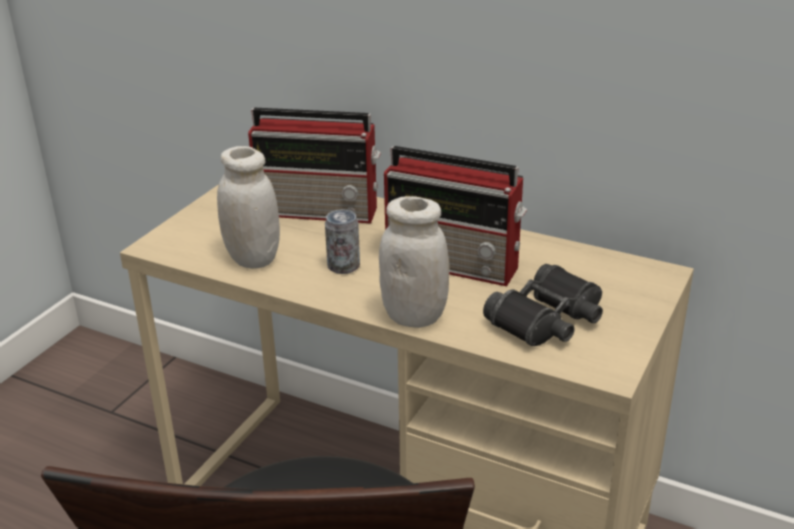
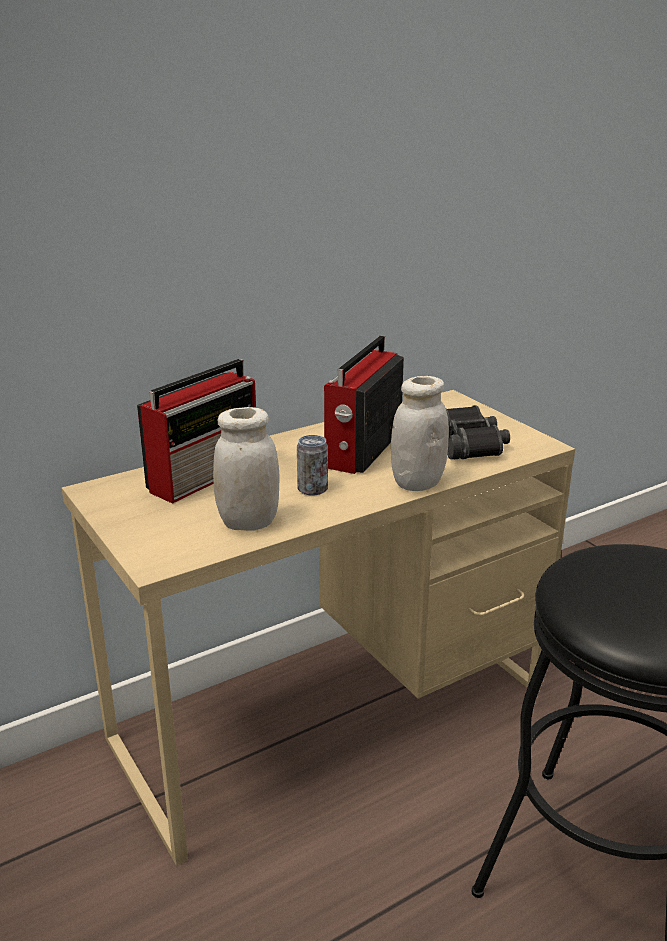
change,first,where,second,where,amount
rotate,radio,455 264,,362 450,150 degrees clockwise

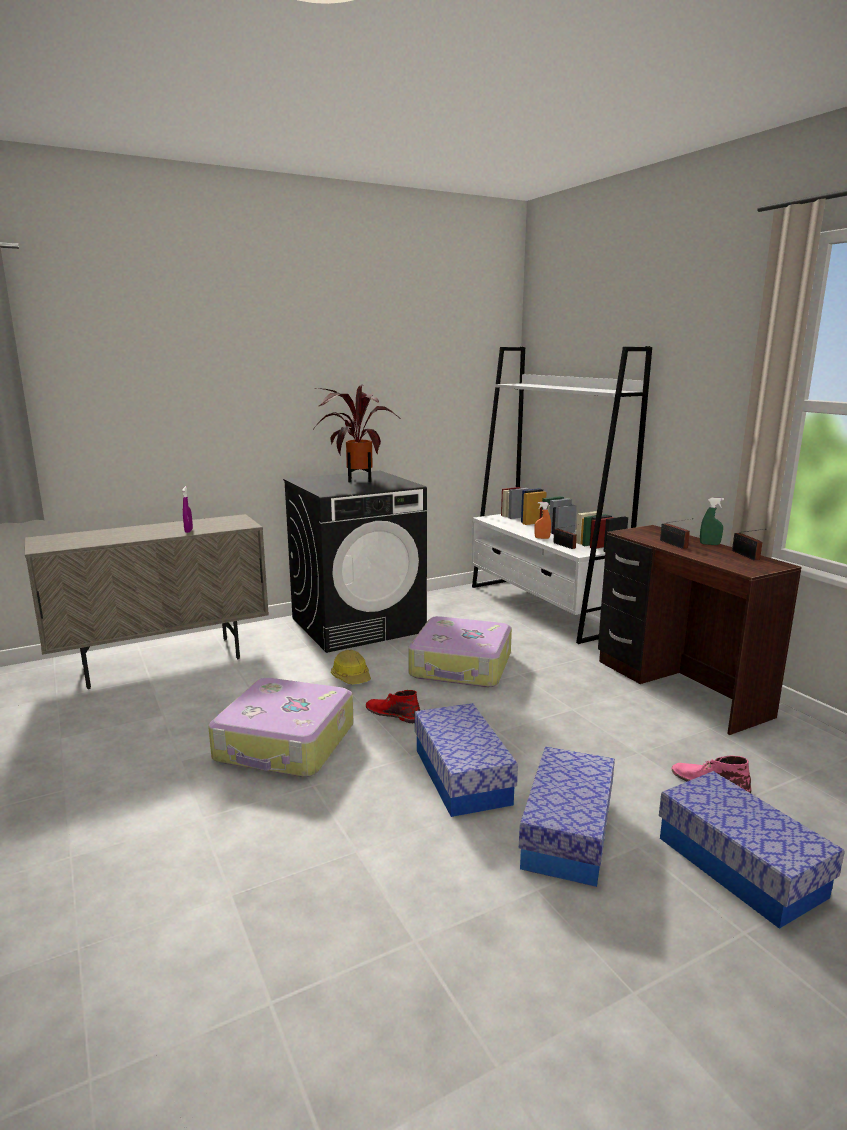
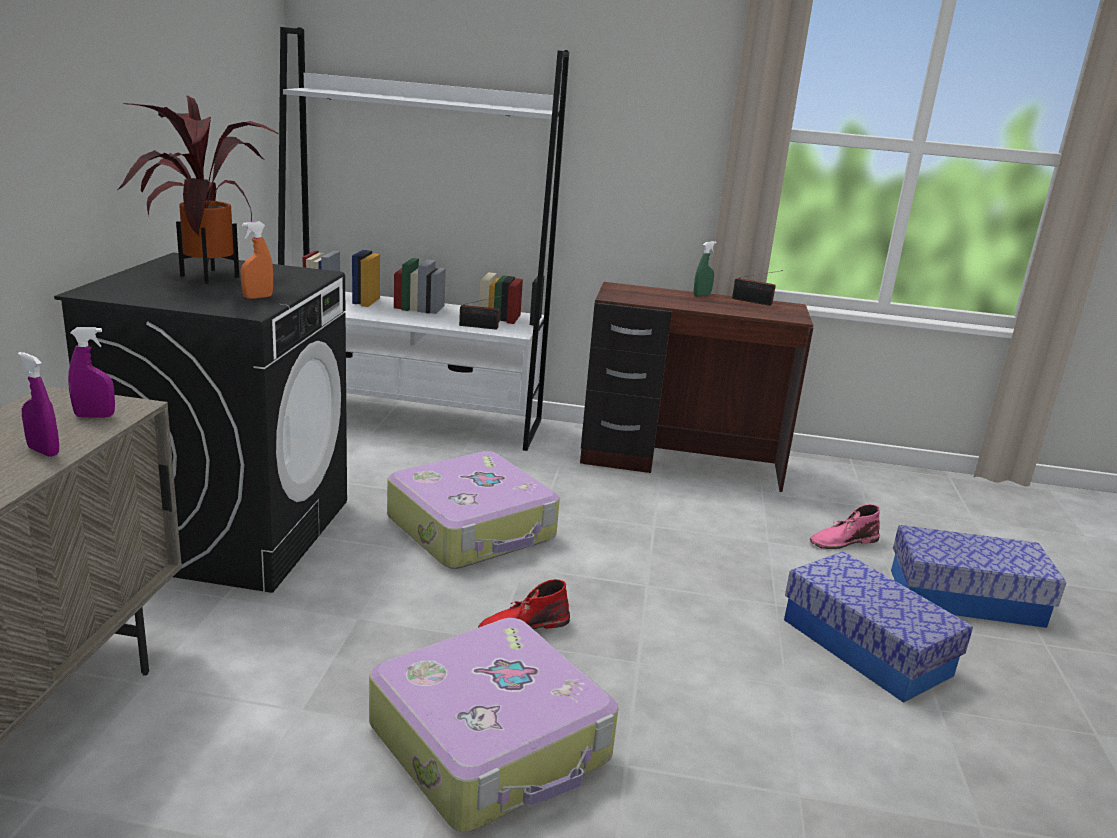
change,first,where,second,where,amount
delete,casco,352 677,,,
delete,caja de almacenaje,462 776,,,
move,pulverizador [naranja],542 538,,258 297,
delete,radio,674 544,,,
insert,,,pulverizador [morado],94 416,

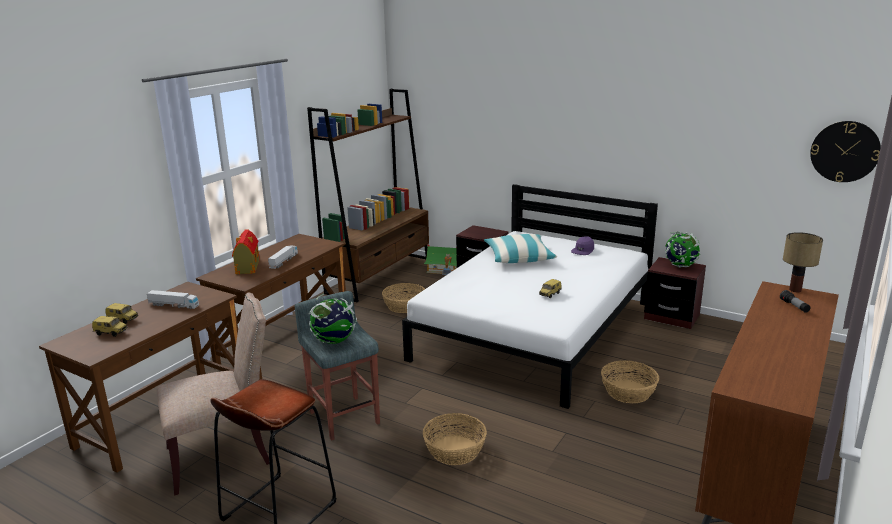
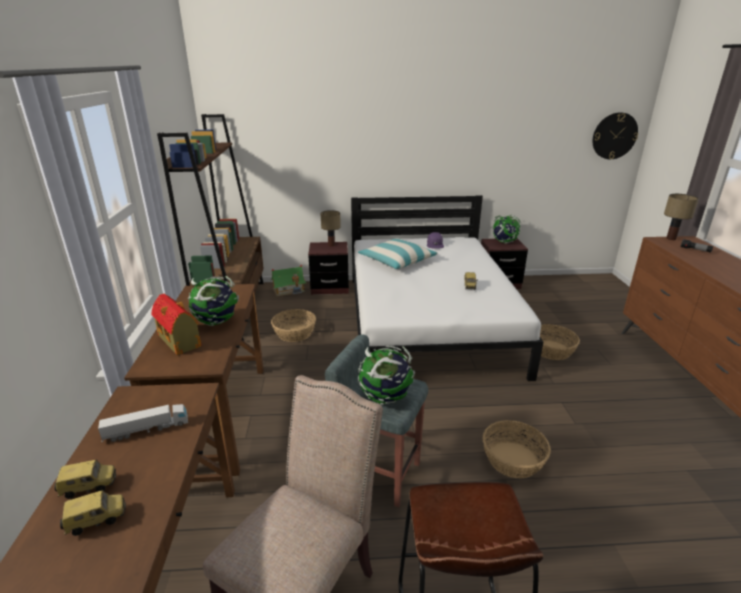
change,first,where,second,where,amount
replace,camión de juguete,283 261,globo terráqueo,217 322,
insert,,,lámpara de mesa,331 245,

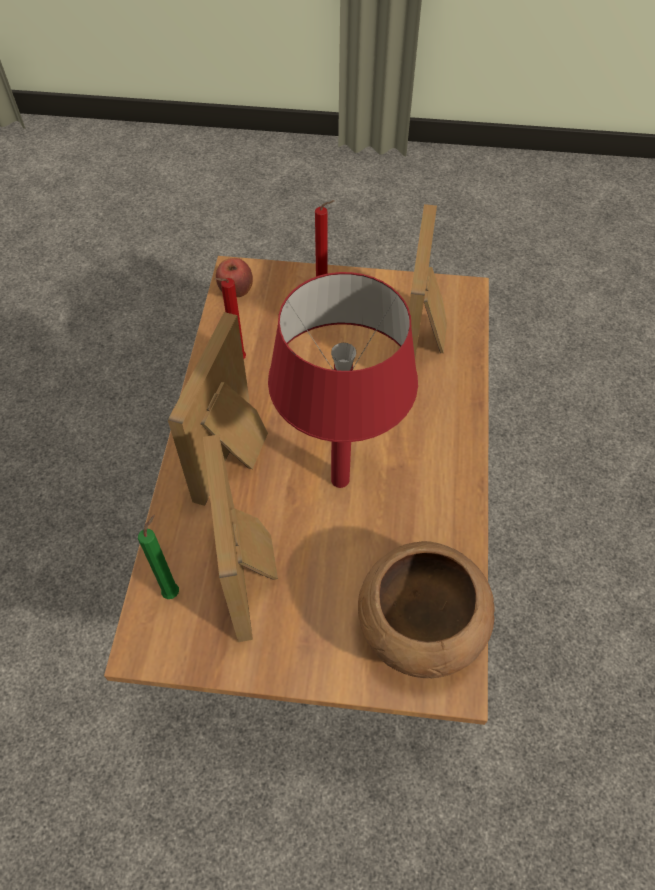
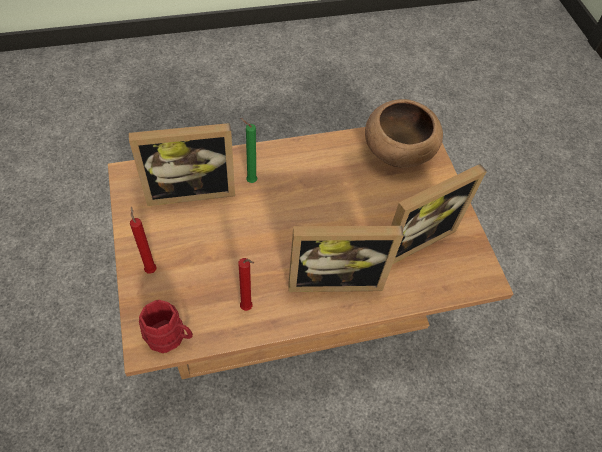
change,first,where,second,where,amount
move,vela [verde],173 591,,250 180,
replace,manzana,236 292,taza grande [rojo],170 337,
delete,lámpara de mesa [rojo],340 479,,,

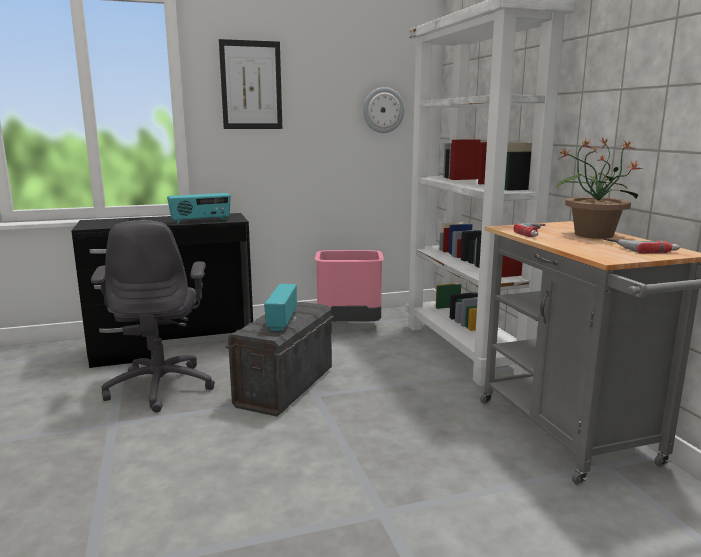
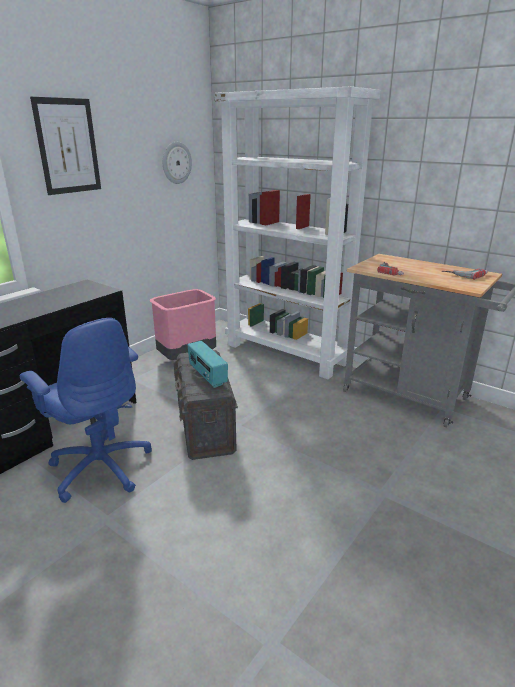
change,first,where,second,where,amount
recolor,silla de oficina [gris],161 386,silla de oficina [azul],101 467,
delete,radio,201 221,,,
delete,planta en maceta,592 235,,,

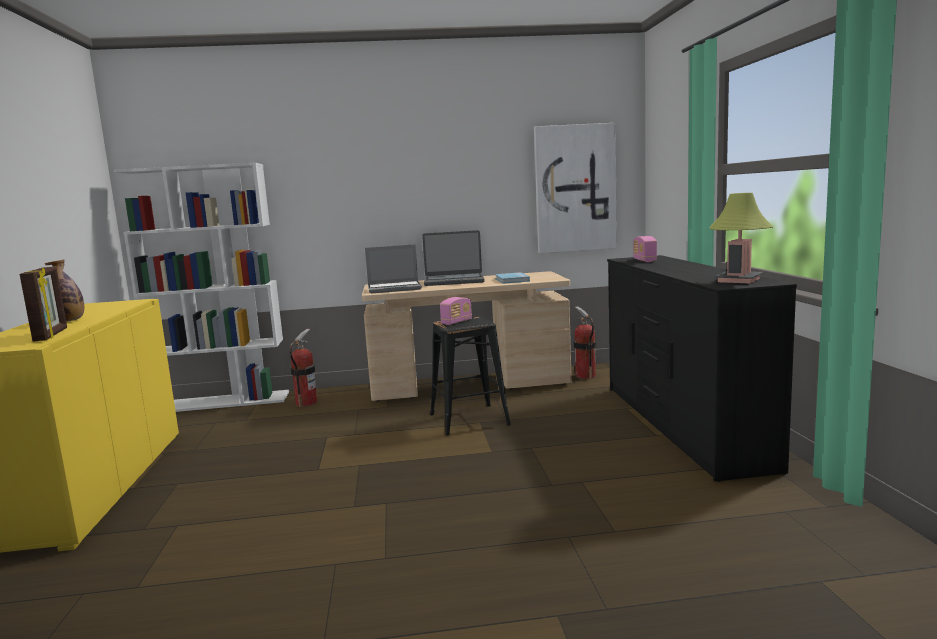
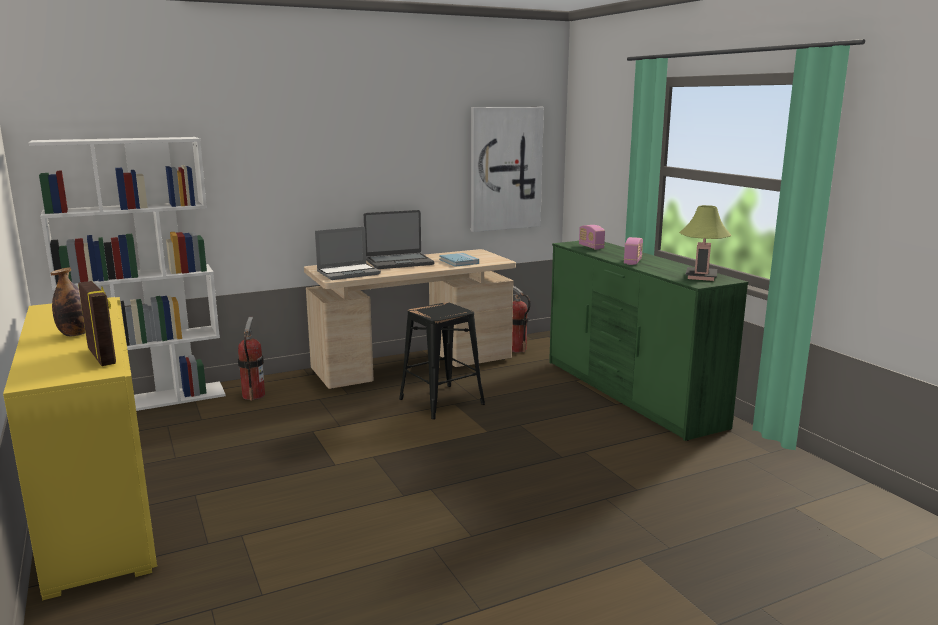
change,first,where,second,where,amount
move,radio,456 322,,632 262,
recolor,cómoda [negro],681 425,cómoda [verde],629 393,

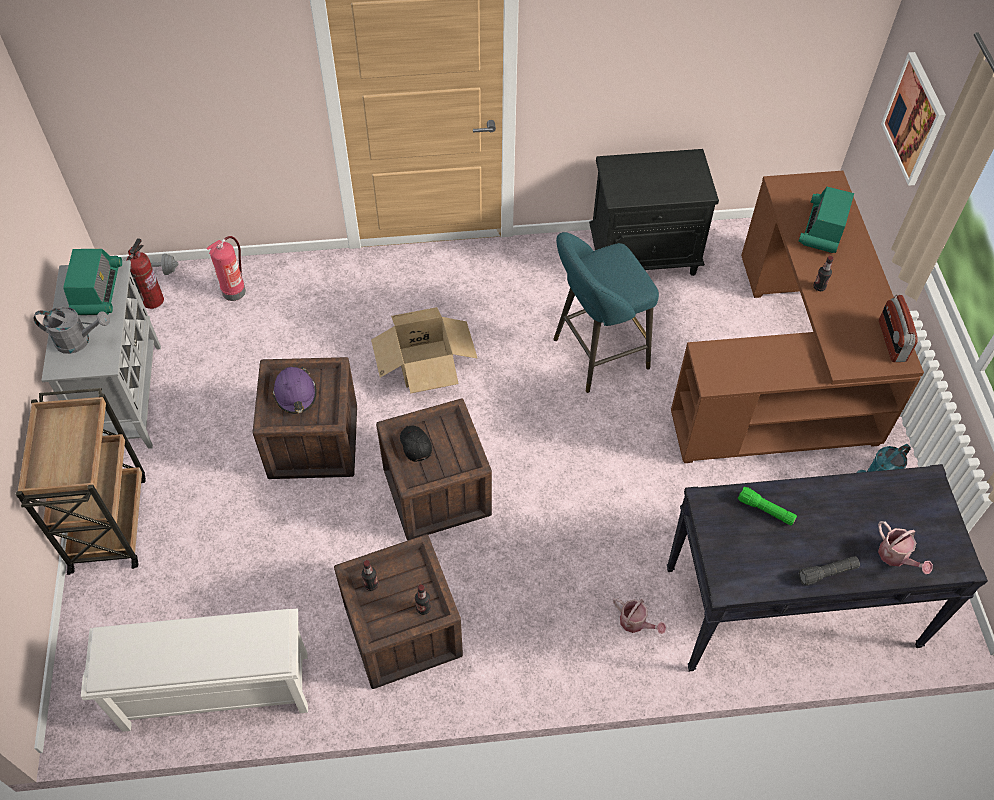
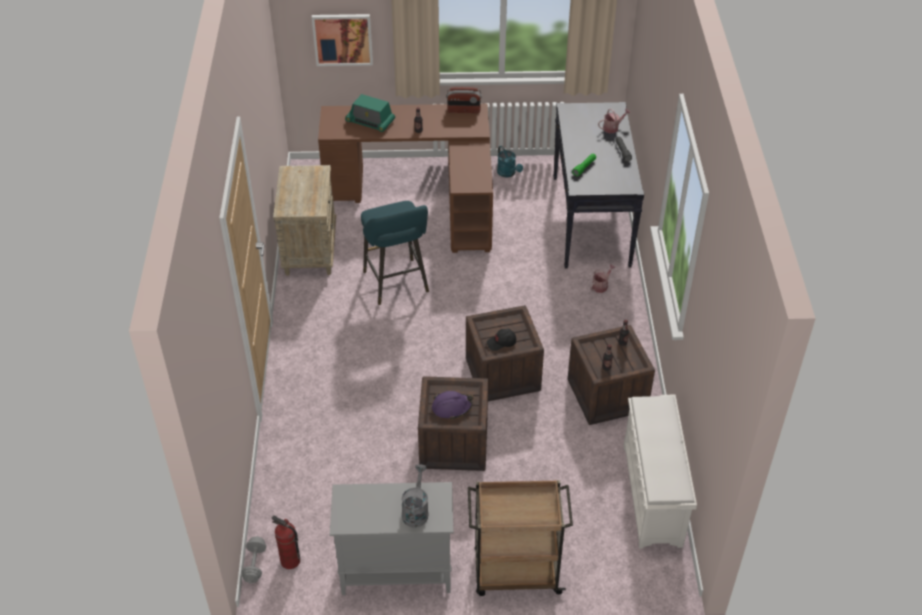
change,first,where,second,where,amount
delete,radio,97 290,,,
delete,extintor,234 290,,,
delete,caja de cartón,424 363,,,
recolor,mesita de noche [negro],644 255,mesita de noche [beis],310 250,

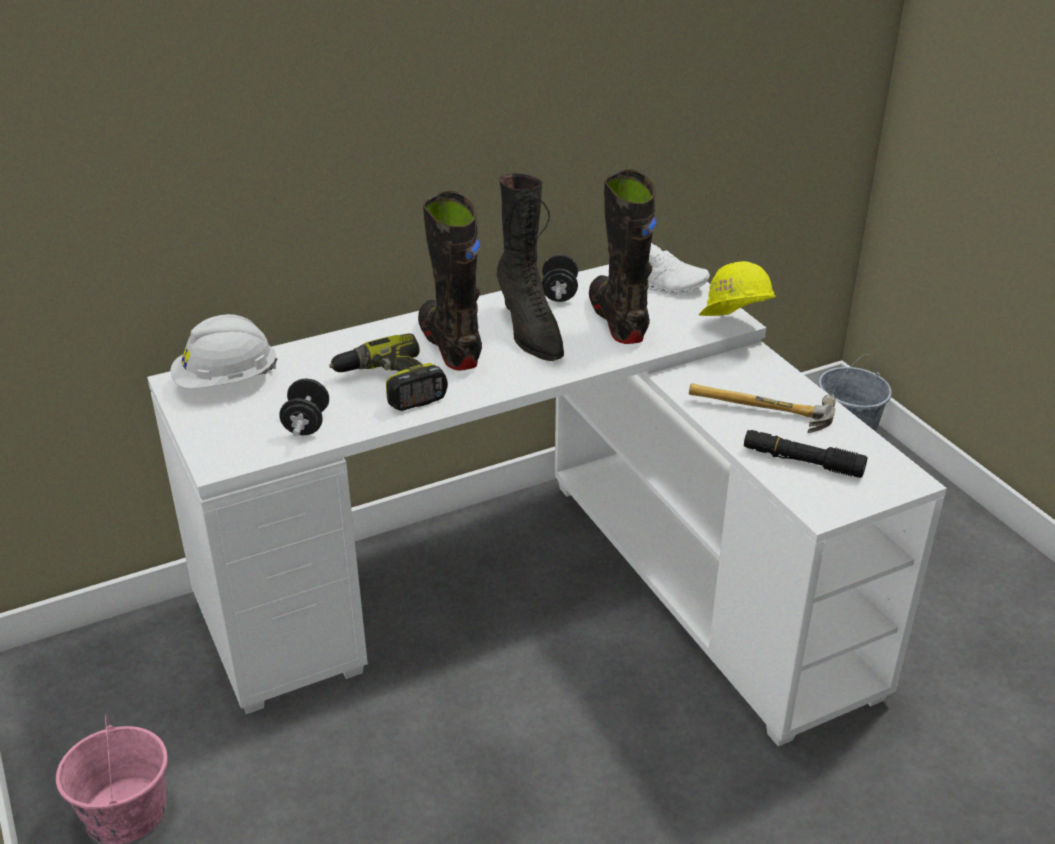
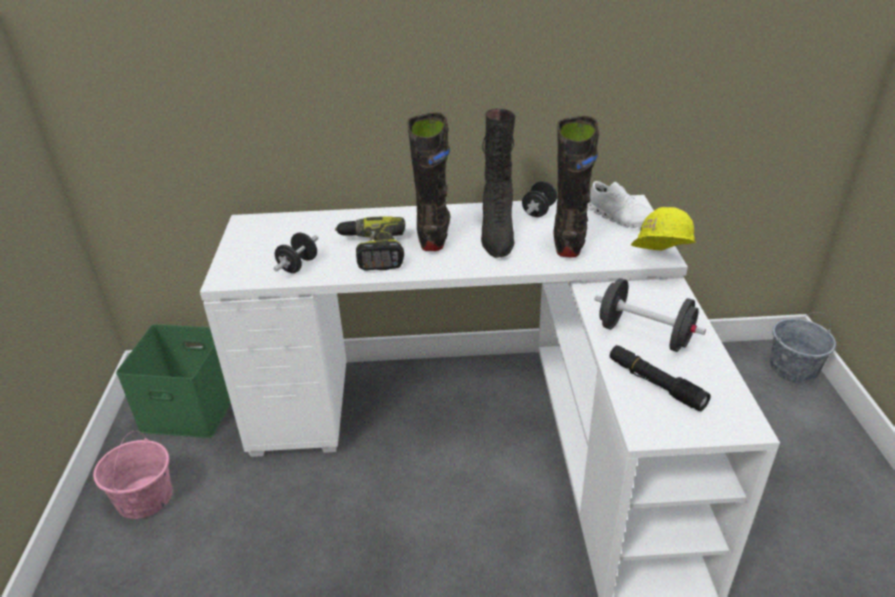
change,first,where,second,where,amount
delete,casco [blanco],226 382,,,
replace,martillo,760 414,mancuerna [negro],644 335,
insert,,,caja de almacenaje [verde],192 407,

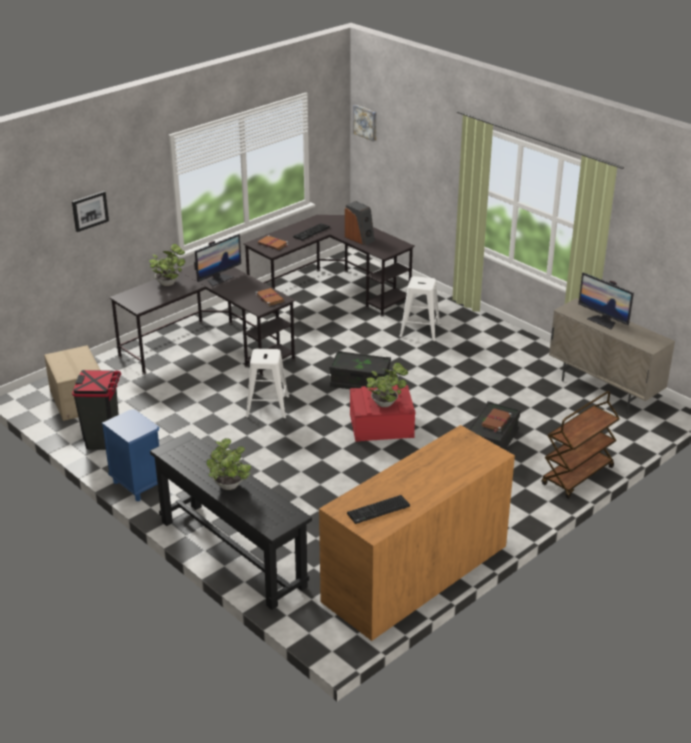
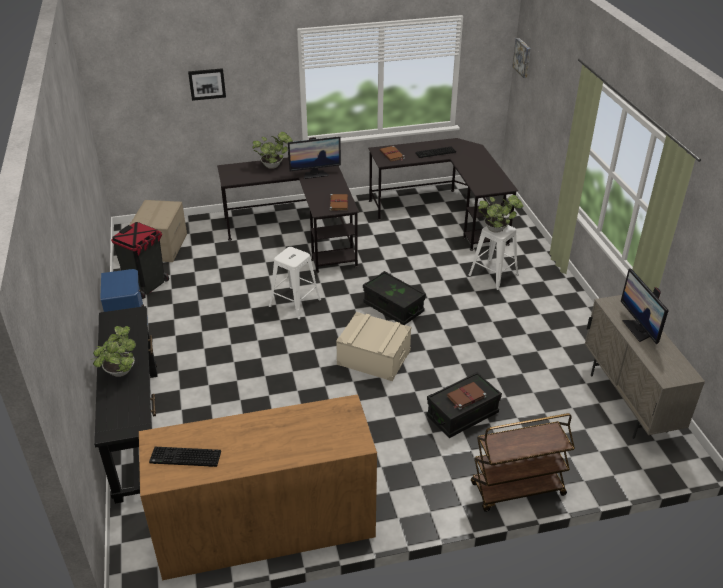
change,first,where,second,where,amount
delete,altavoz,359 239,,,
recolor,caja de almacenaje [rojo],381 426,caja de almacenaje [beis],373 357,
move,planta en maceta,386 403,,497 229,

